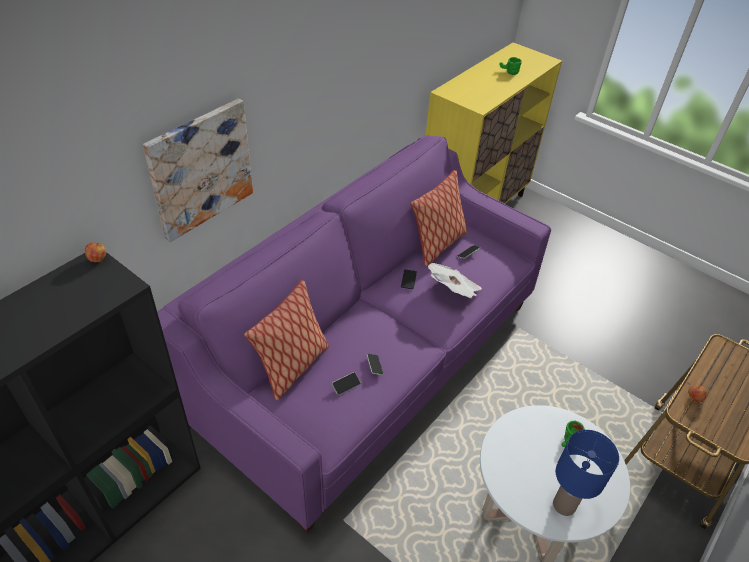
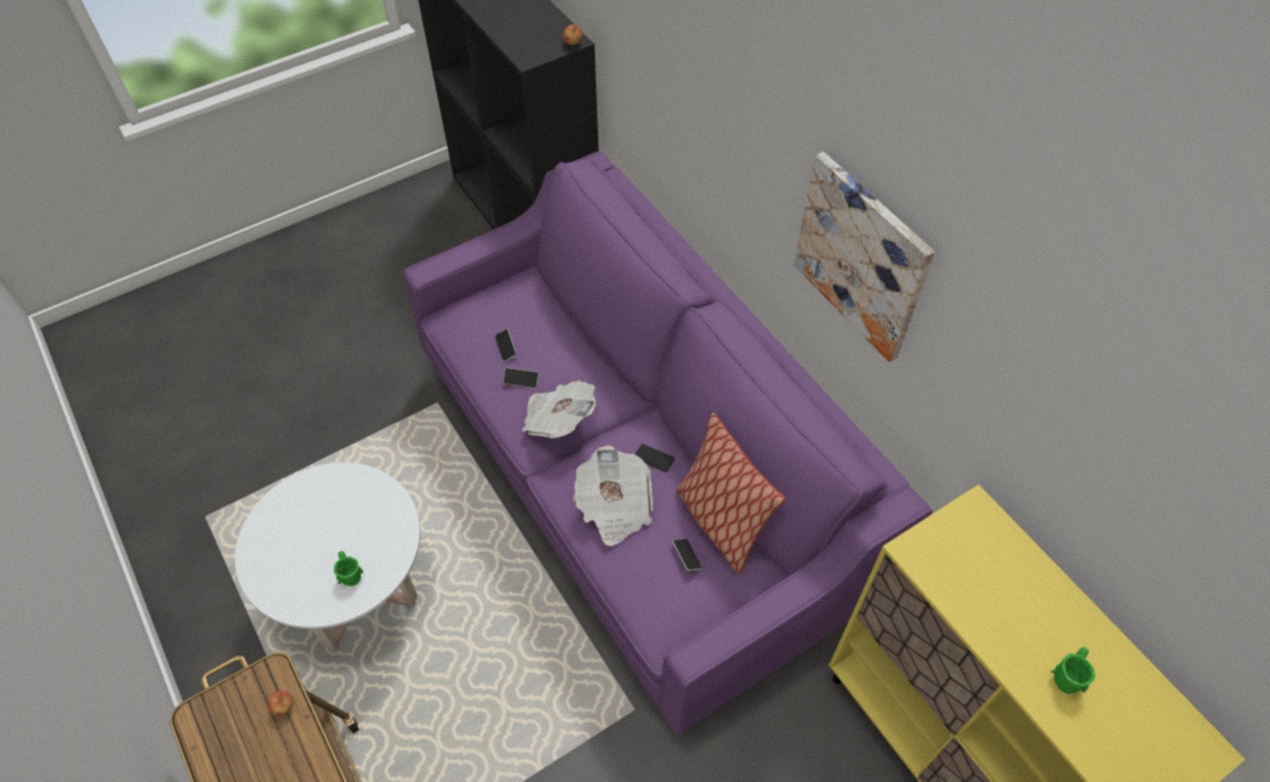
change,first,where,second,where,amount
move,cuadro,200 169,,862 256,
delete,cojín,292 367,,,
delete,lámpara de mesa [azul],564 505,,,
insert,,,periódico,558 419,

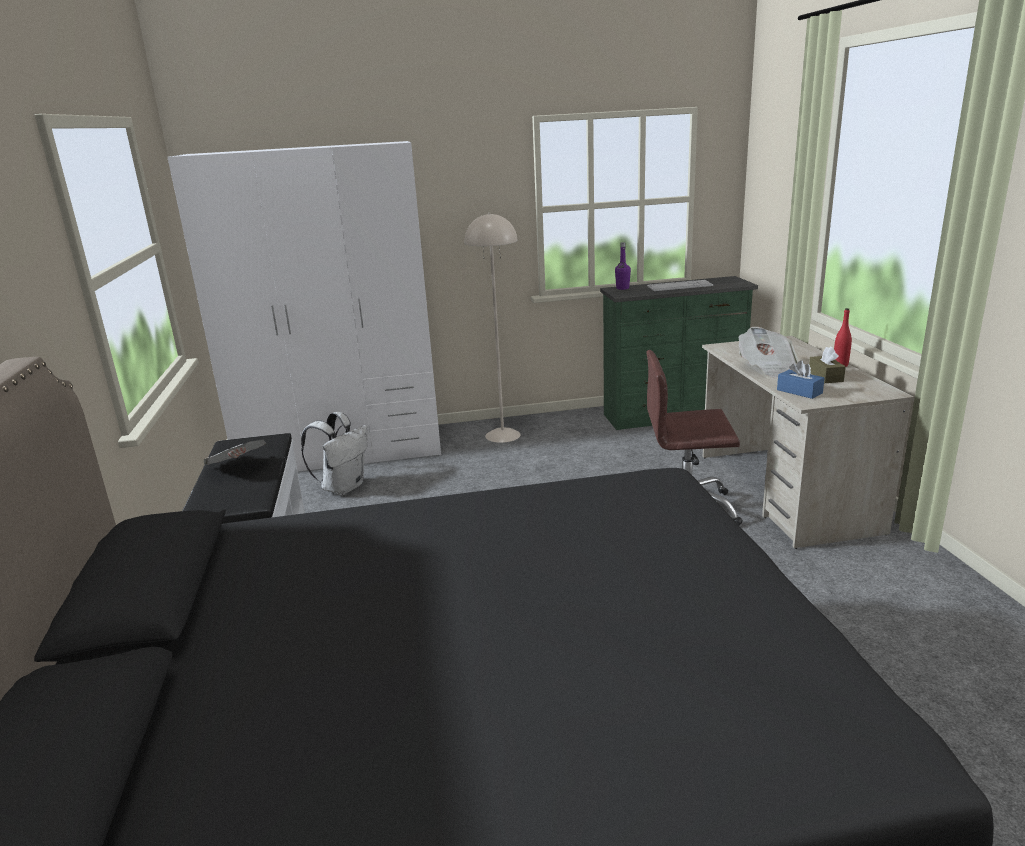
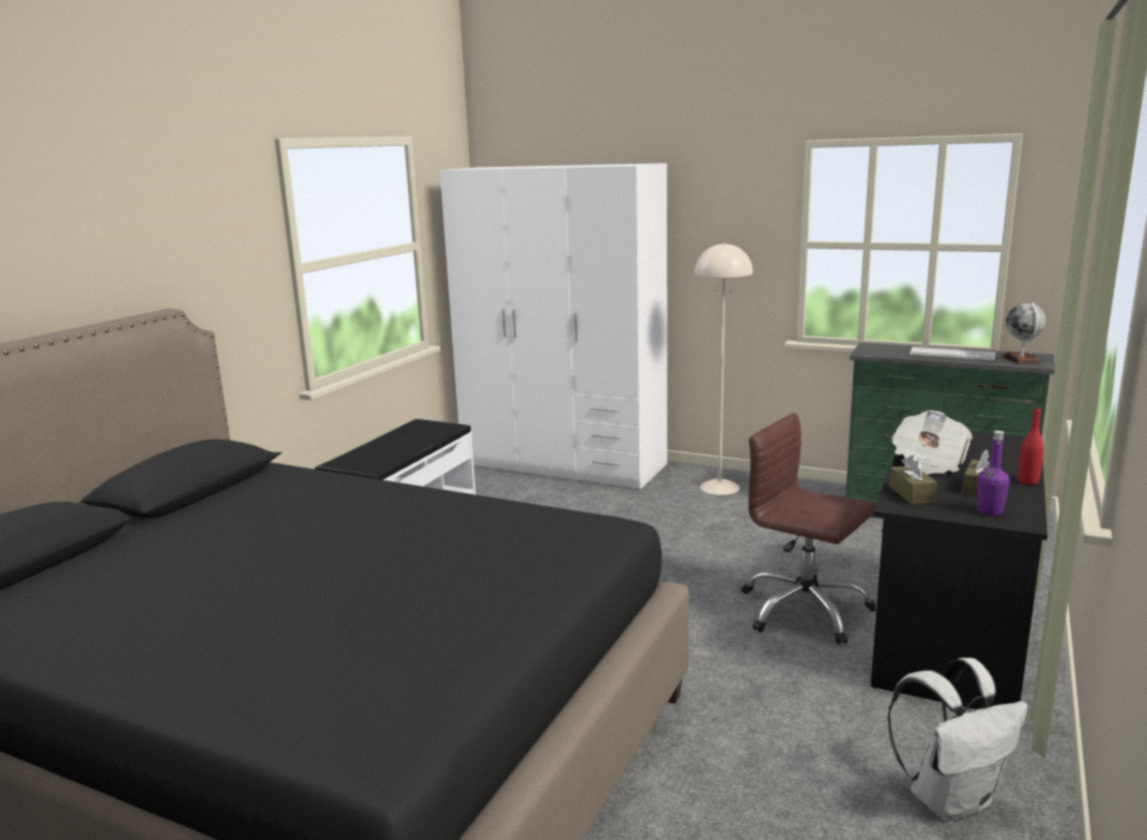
change,first,where,second,where,amount
delete,periódico,237 468,,,
move,mochila [blanco],343 487,,951 798,
move,botella [morado],622 288,,989 511,
recolor,escritorio [beis],785 492,escritorio [negro],951 632,
recolor,caja de pañuelos [azul],799 391,caja de pañuelos [marrón],911 494,
insert,,,globo terráqueo,1021 360,

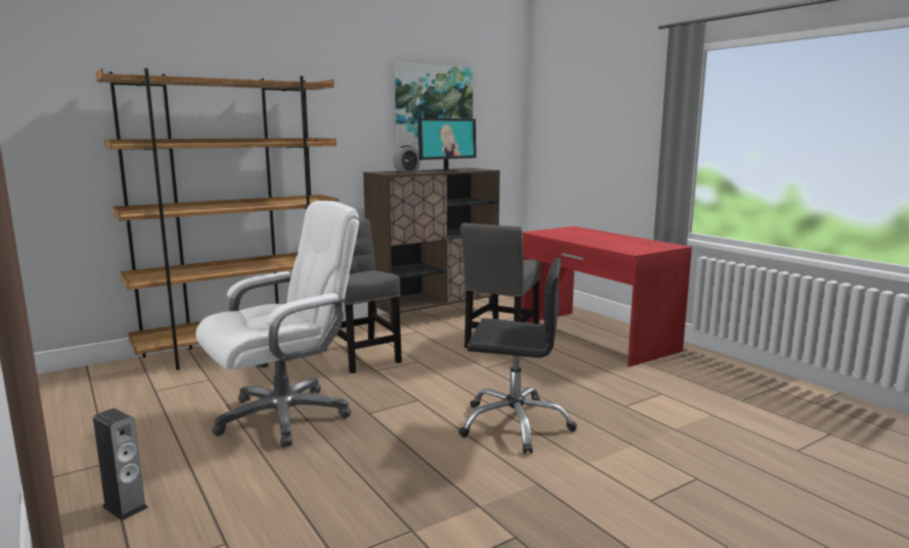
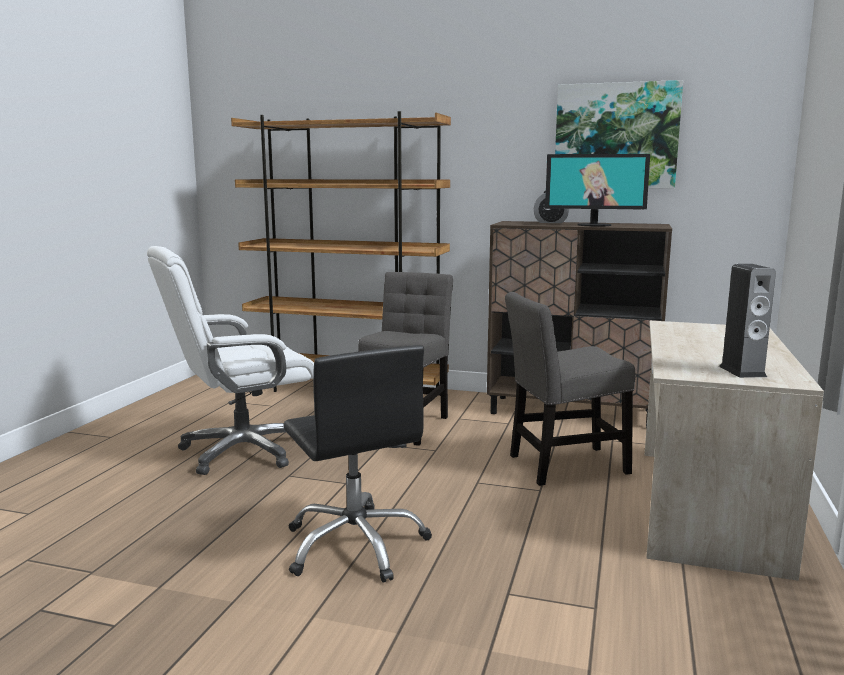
change,first,where,second,where,amount
move,altavoz,125 507,,742 371,
rotate,silla de oficina [blanco],284 416,,242 451,135 degrees clockwise
recolor,escritorio [rojo],595 336,escritorio [beis],704 505,

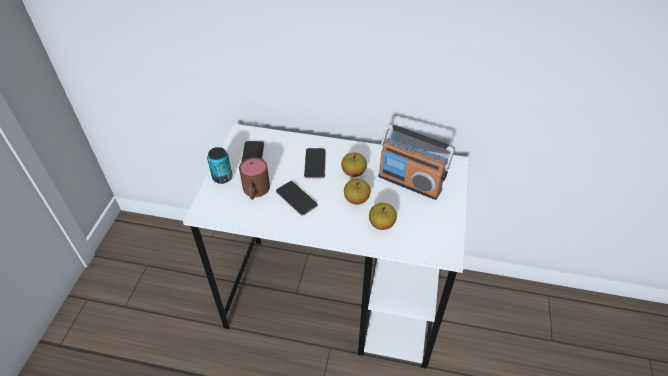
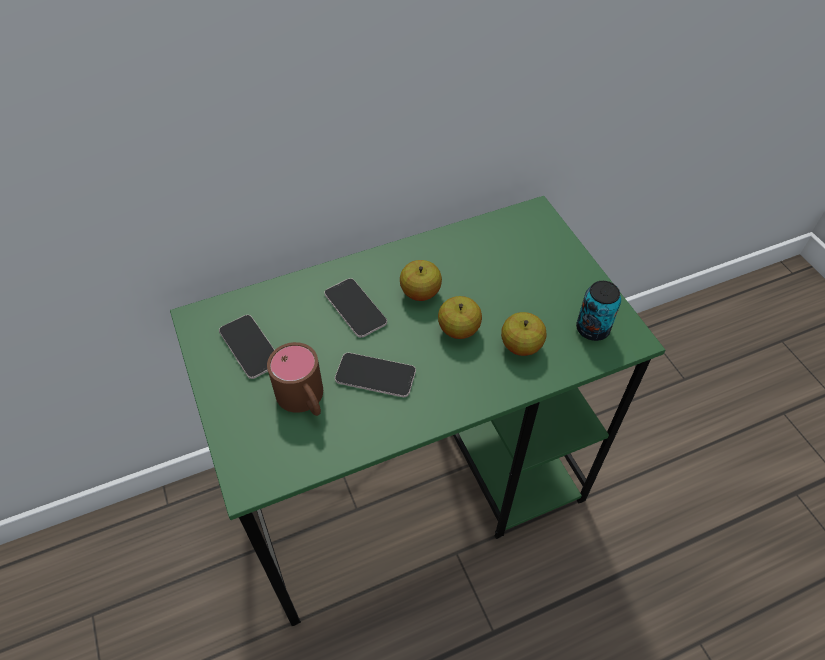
change,first,where,second,where,amount
recolor,escritorio [blanco],335 299,escritorio [verde],415 484,
move,lata,222 177,,592 329,
delete,radio,410 182,,,

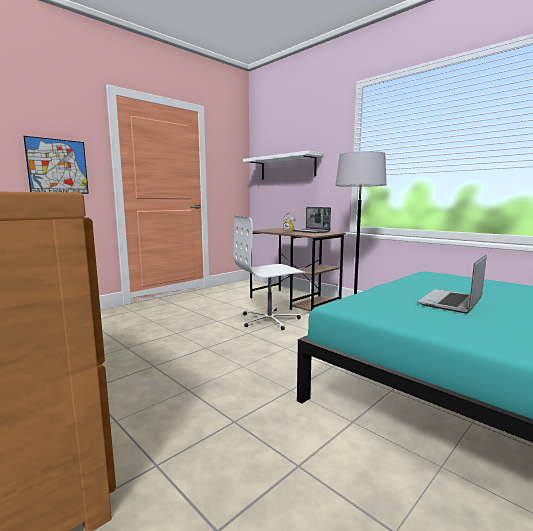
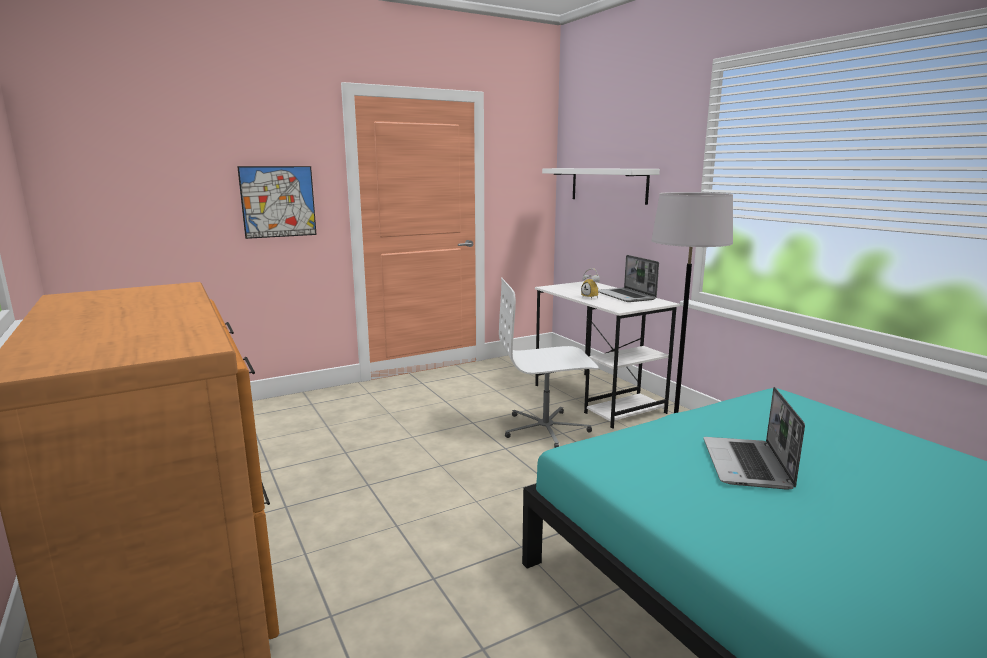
change,first,where,second,where,amount
recolor,escritorio [marrón],294 301,escritorio [blanco],598 398,
rotate,portátil,451 302,,747 465,45 degrees counterclockwise

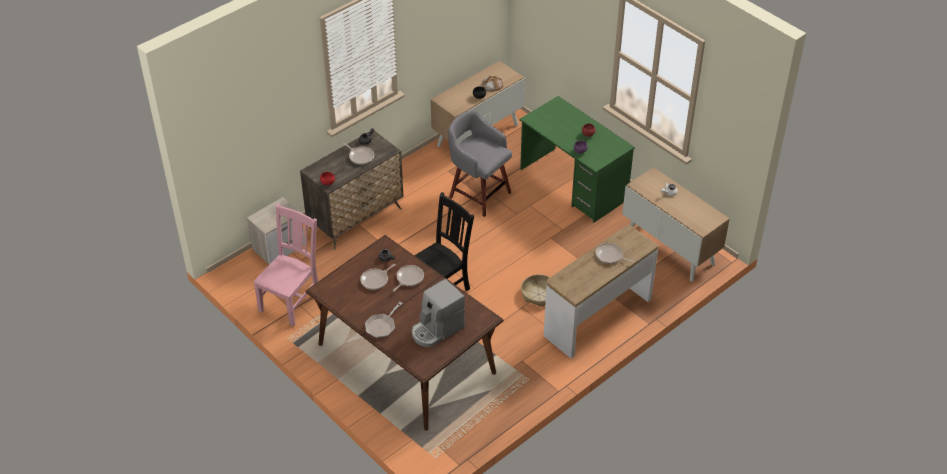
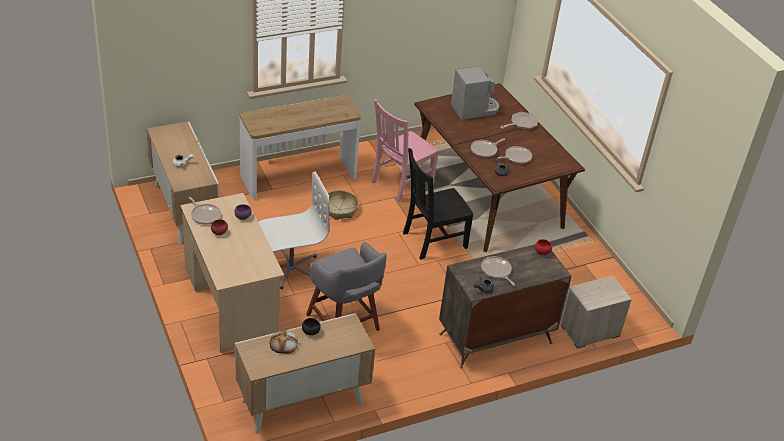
change,first,where,second,where,amount
move,silla [rosa],291 300,,400 183,
recolor,escritorio [verde],573 185,escritorio [beis],230 302,
move,sartén,610 256,,205 215,
insert,,,silla de oficina [blanco],290 268,

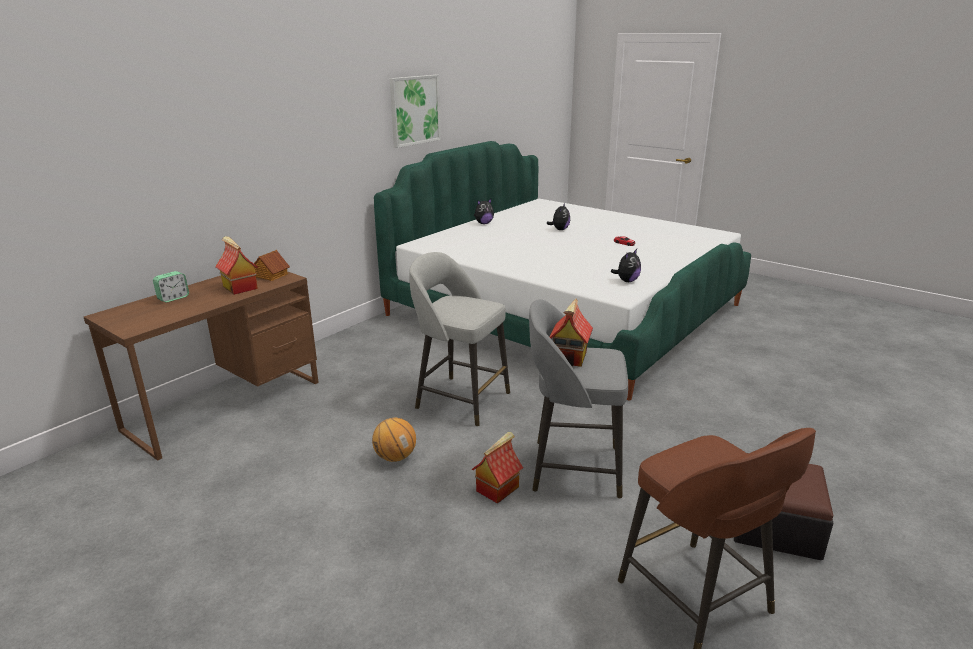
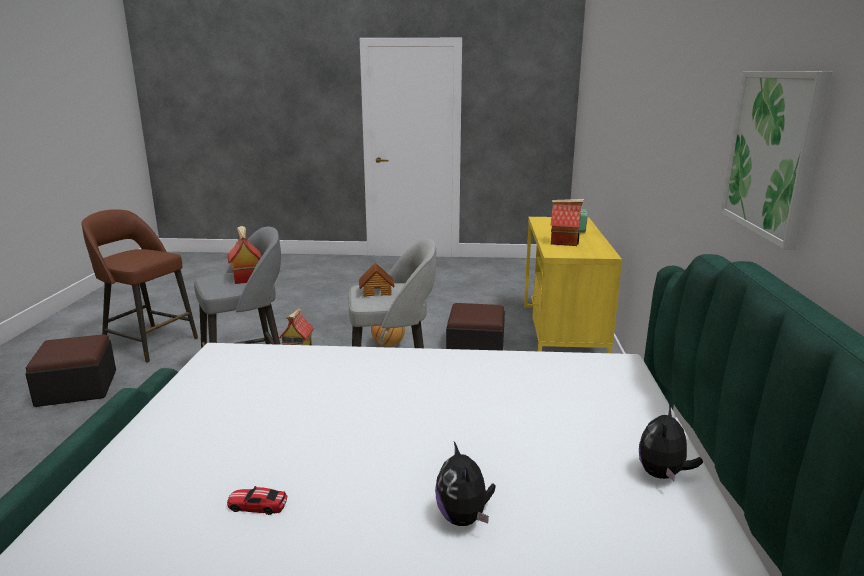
change,first,where,second,where,amount
recolor,escritorio [marrón],225 405,escritorio [amarillo],561 333,
move,casita,270 275,,377 291,
delete,peluche,626 281,,,
insert,,,puf,475 348,

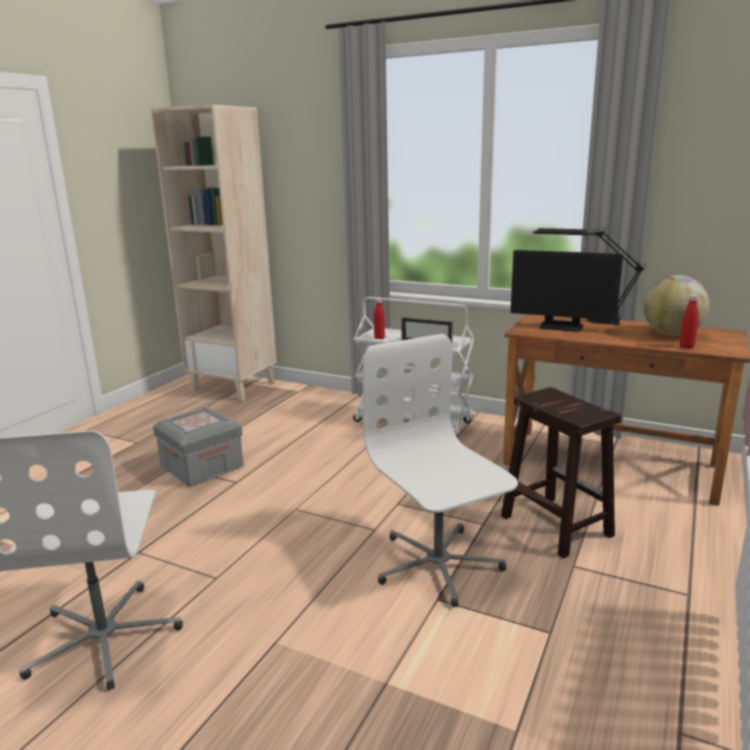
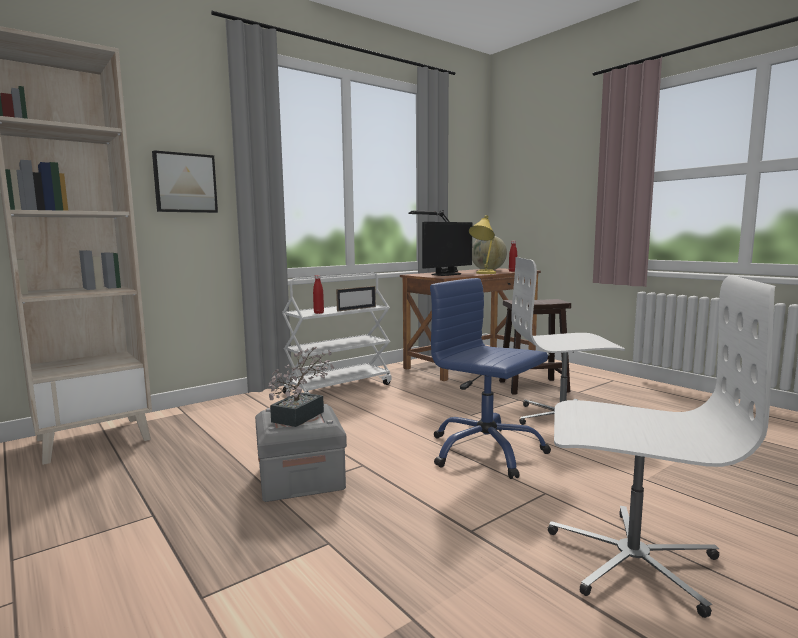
change,first,where,second,where,amount
insert,,,cuadro,185 183,
insert,,,planta en maceta,302 415,
insert,,,silla de oficina [azul],485 451,
insert,,,lámpara de mesa [amarillo],482 273,

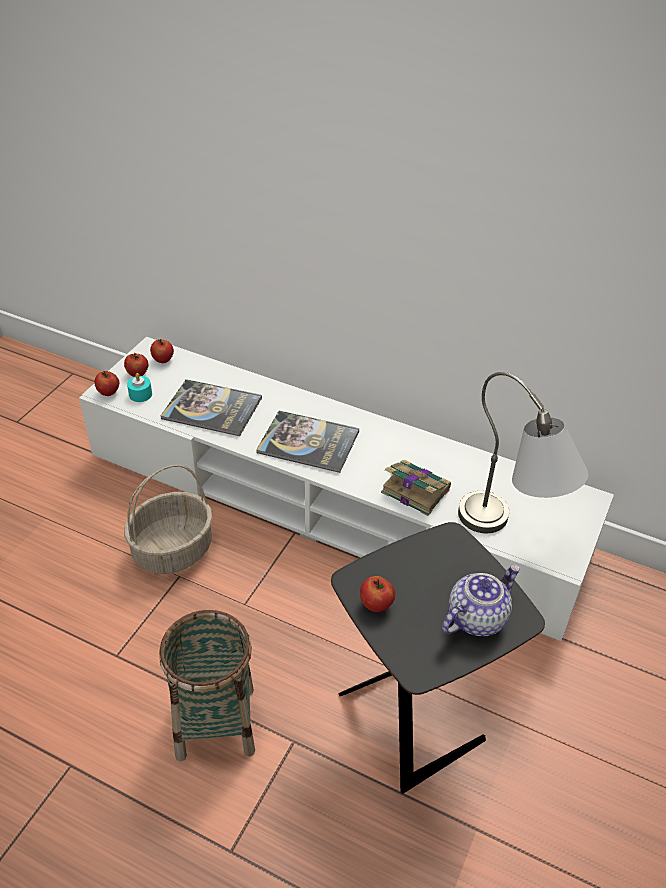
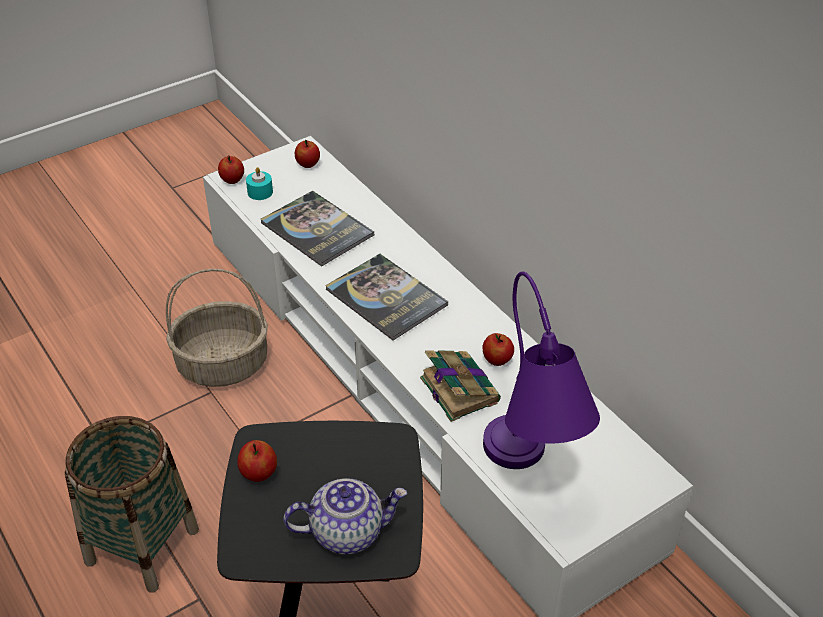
change,first,where,second,where,amount
move,manzana,138 374,,497 360,
recolor,lámpara de mesa [gris],510 533,lámpara de mesa [morado],528 478,

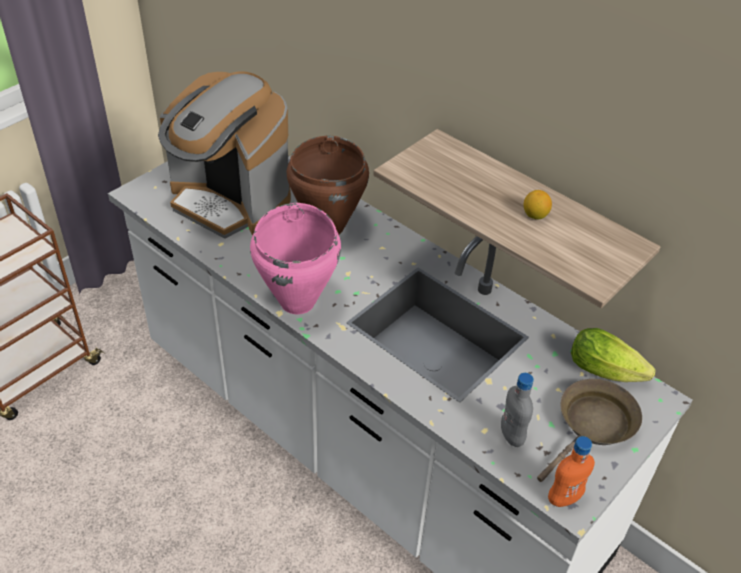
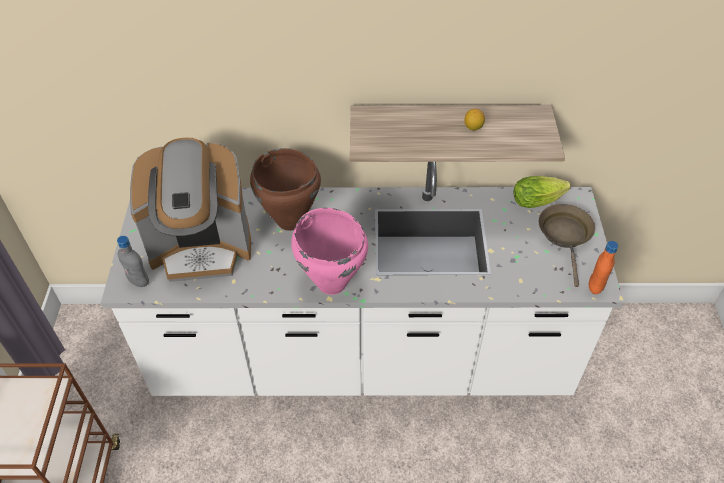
change,first,where,second,where,amount
move,botella [gris],512 435,,139 281,

